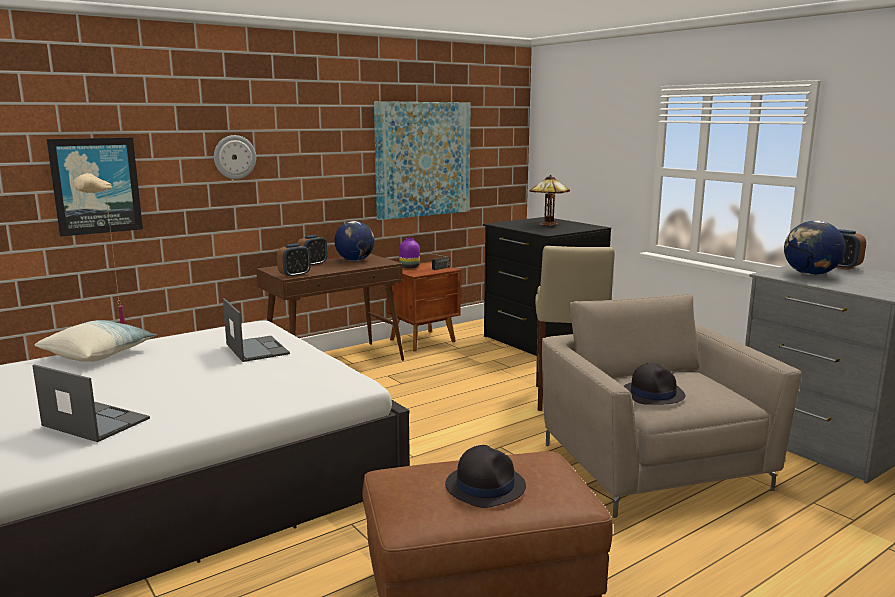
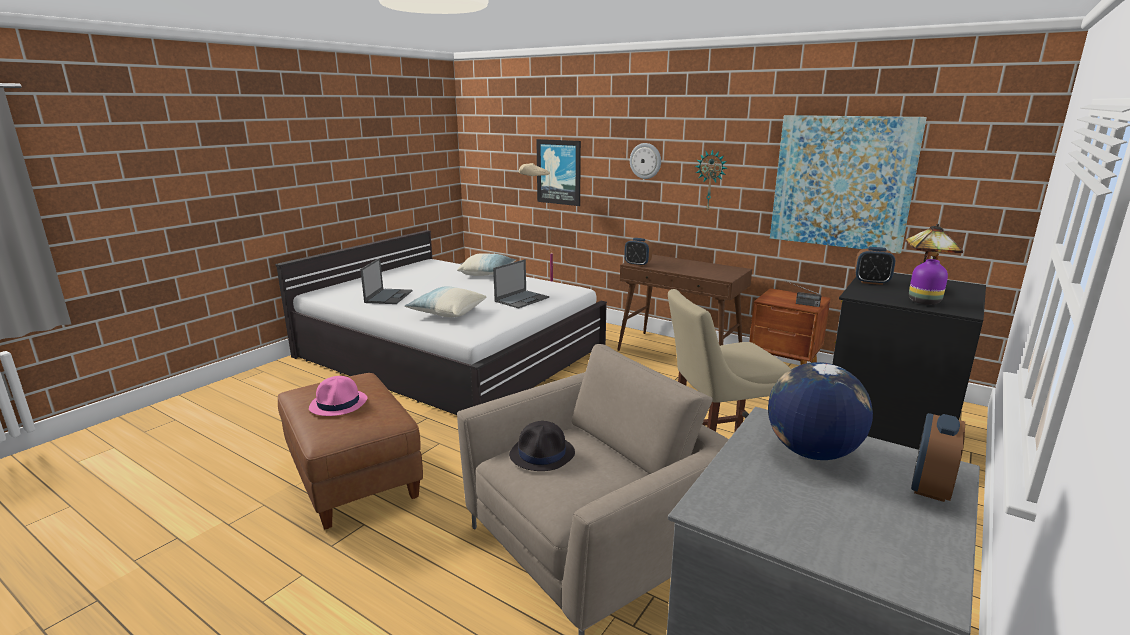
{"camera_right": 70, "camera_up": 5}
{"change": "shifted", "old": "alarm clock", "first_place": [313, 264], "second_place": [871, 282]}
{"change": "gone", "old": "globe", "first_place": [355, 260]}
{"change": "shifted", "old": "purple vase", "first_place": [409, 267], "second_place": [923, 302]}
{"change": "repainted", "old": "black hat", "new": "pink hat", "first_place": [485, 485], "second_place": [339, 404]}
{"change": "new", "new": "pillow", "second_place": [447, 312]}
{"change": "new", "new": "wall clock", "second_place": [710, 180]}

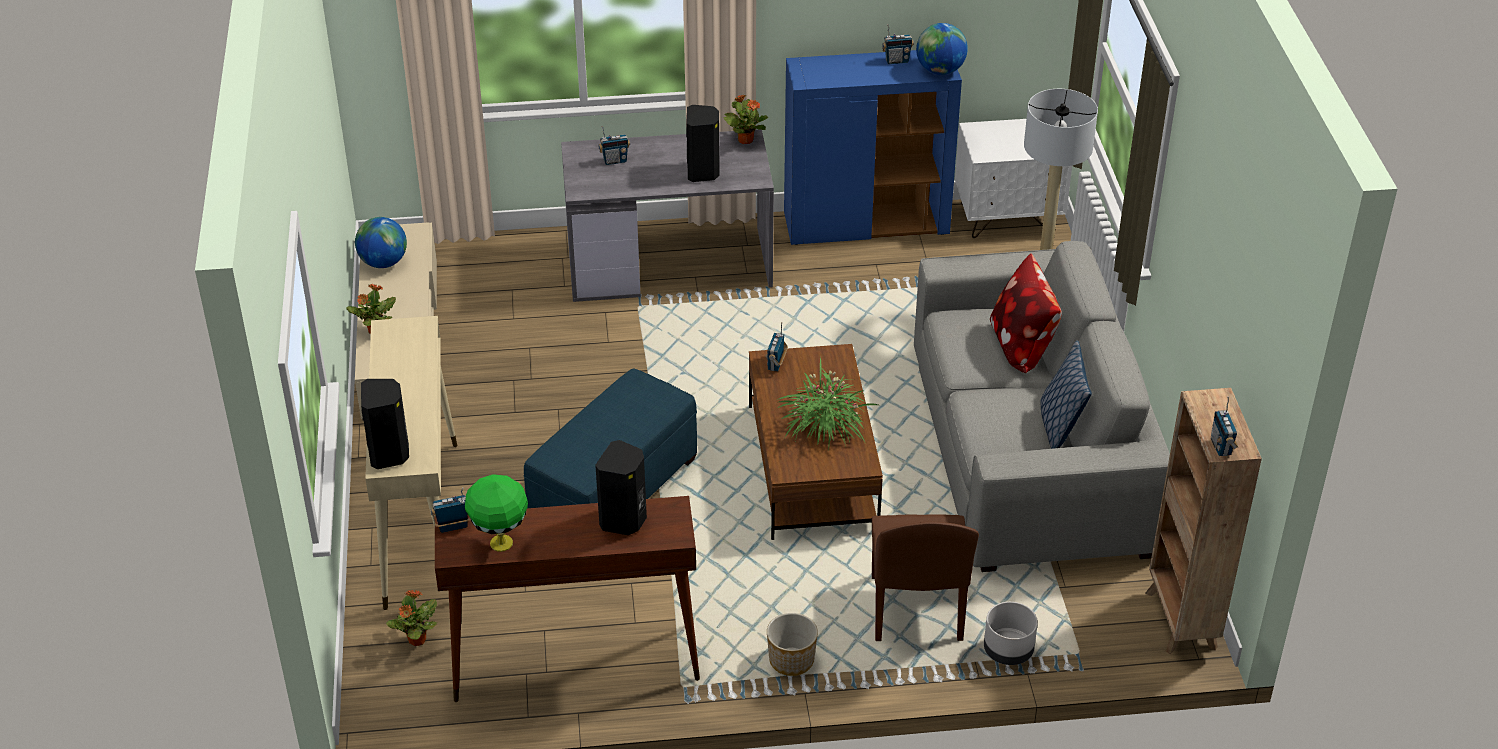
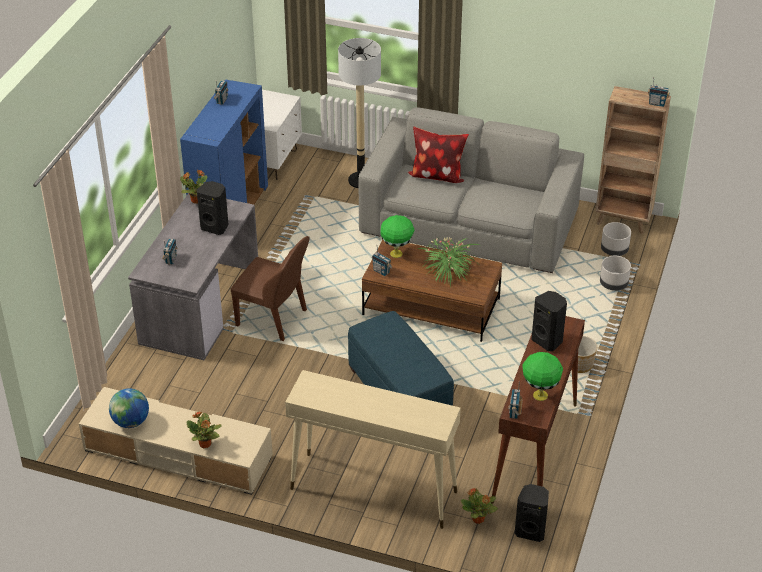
{"camera_right": -65, "camera_up": 0}
{"change": "shifted", "old": "black speaker", "first_place": [390, 454], "second_place": [531, 530]}
{"change": "shifted", "old": "brown chair", "first_place": [916, 611], "second_place": [273, 318]}
{"change": "gone", "old": "globe", "first_place": [940, 70]}
{"change": "gone", "old": "pillow", "first_place": [1060, 426]}
{"change": "new", "new": "green table lamp", "second_place": [397, 254]}
{"change": "new", "new": "grey planter", "second_place": [614, 250]}

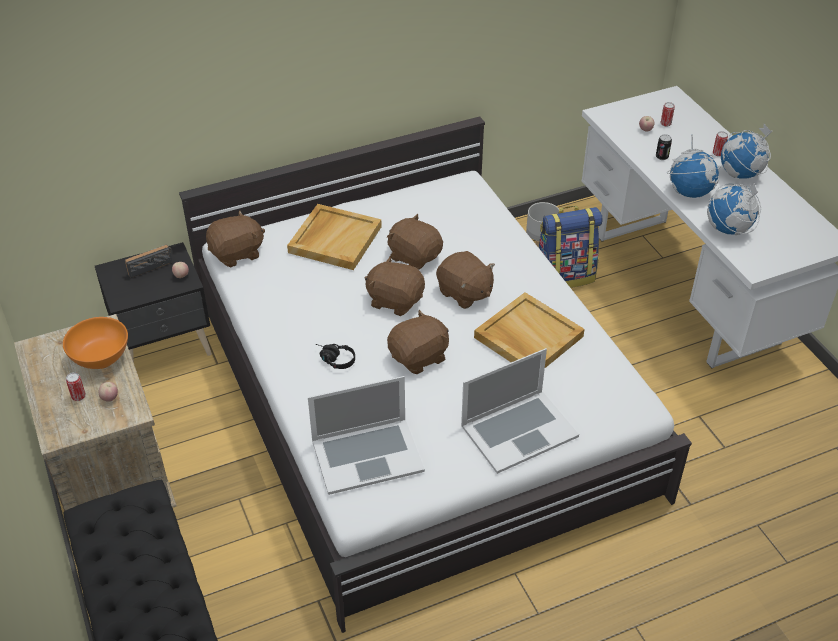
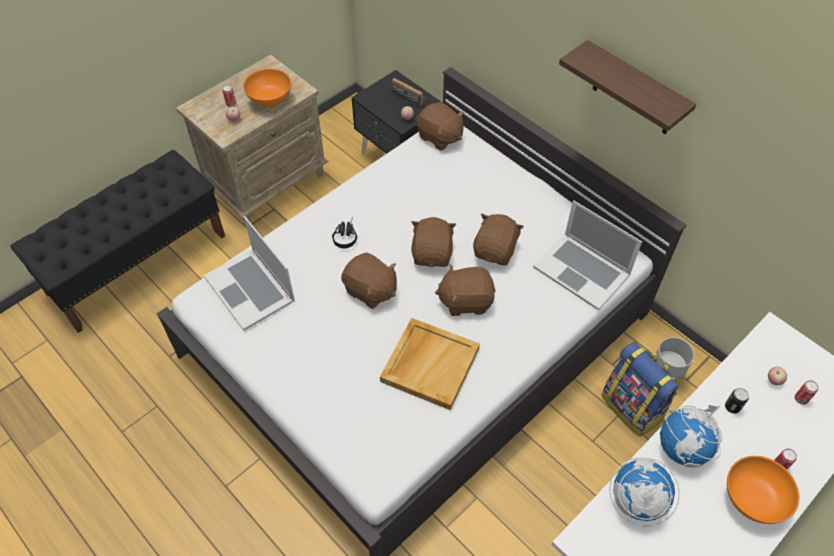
{"camera_right": 70, "camera_up": 10}
{"change": "gone", "old": "beige tray", "first_place": [335, 239]}
{"change": "rotated", "old": "brown plush toy", "first_place": [464, 293], "second_place": [465, 300], "degrees": 60}
{"change": "shifted", "old": "laptop", "first_place": [518, 430], "second_place": [582, 270]}
{"change": "swapped", "old": "globe", "new": "orange bowl", "first_place": [740, 174], "second_place": [752, 499]}
{"change": "new", "new": "shelf", "second_place": [634, 91]}

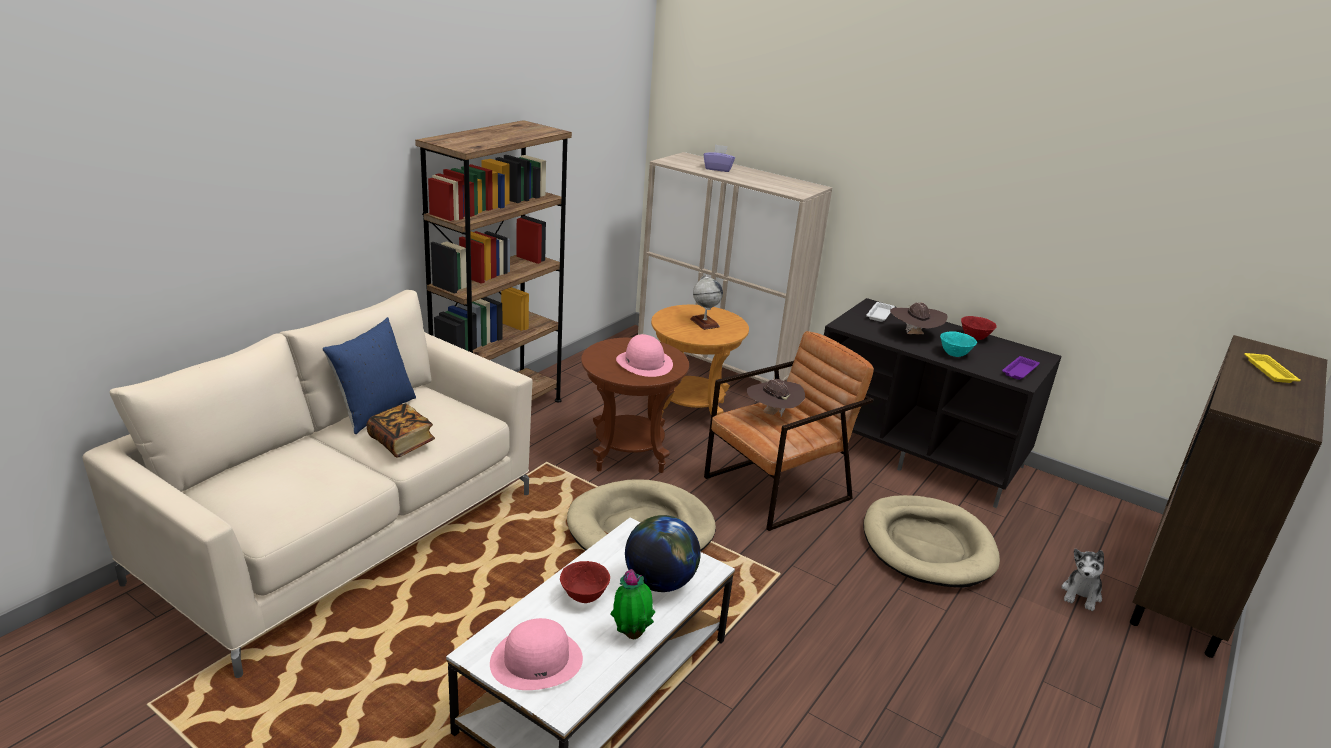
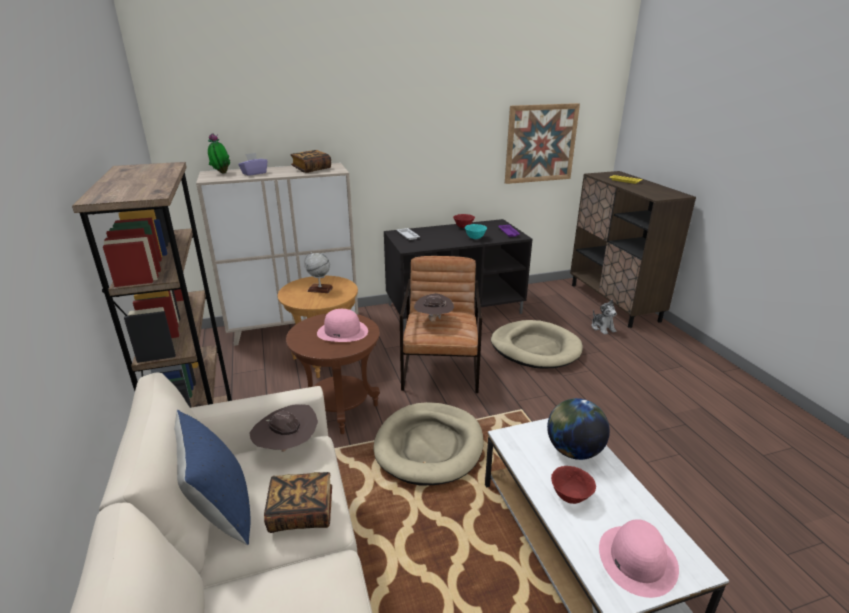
{"camera_right": -50, "camera_up": 0}
{"change": "shifted", "old": "potted plant", "first_place": [631, 633], "second_place": [221, 173]}
{"change": "shifted", "old": "brown hat", "first_place": [913, 336], "second_place": [287, 447]}
{"change": "new", "new": "book", "second_place": [311, 169]}
{"change": "new", "new": "picture", "second_place": [540, 143]}

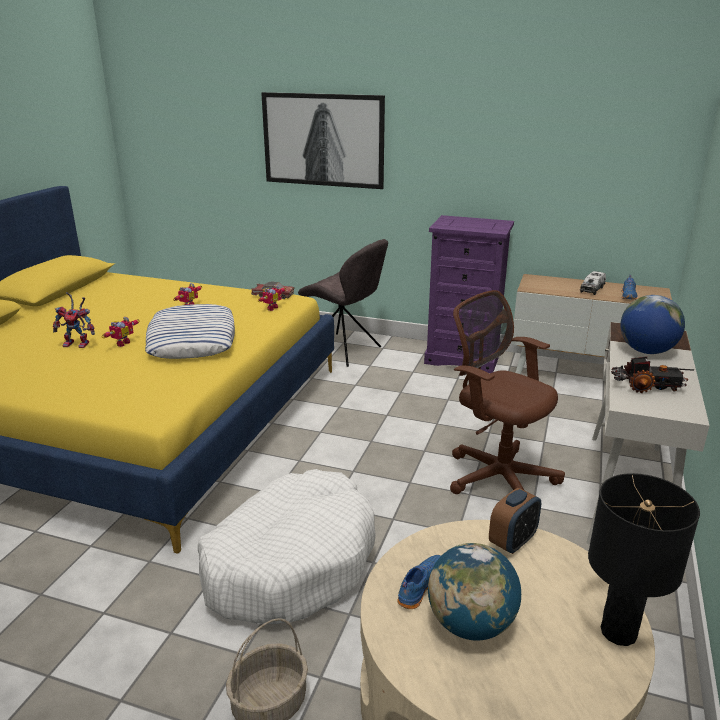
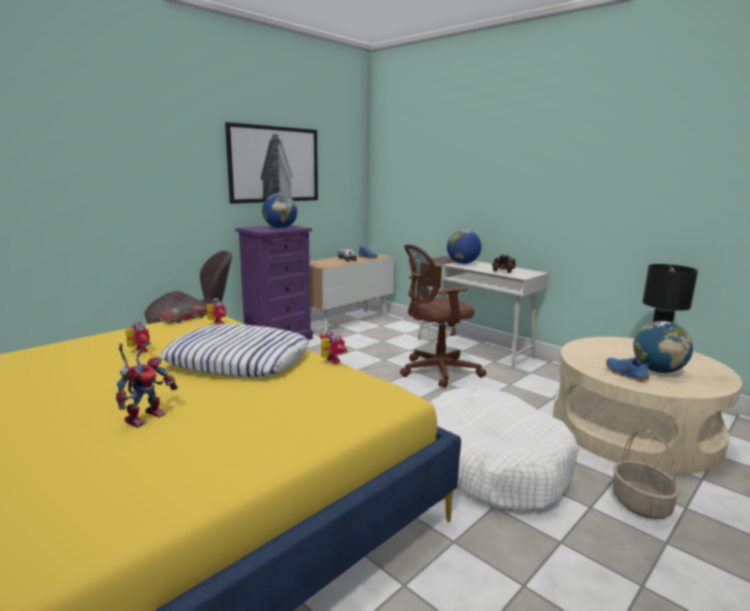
{"camera_right": -65, "camera_up": -10}
{"change": "shifted", "old": "toy robot", "first_place": [121, 343], "second_place": [330, 361]}
{"change": "shifted", "old": "picture", "first_place": [323, 140], "second_place": [274, 164]}
{"change": "gone", "old": "alarm clock", "first_place": [512, 542]}
{"change": "new", "new": "globe", "second_place": [280, 228]}

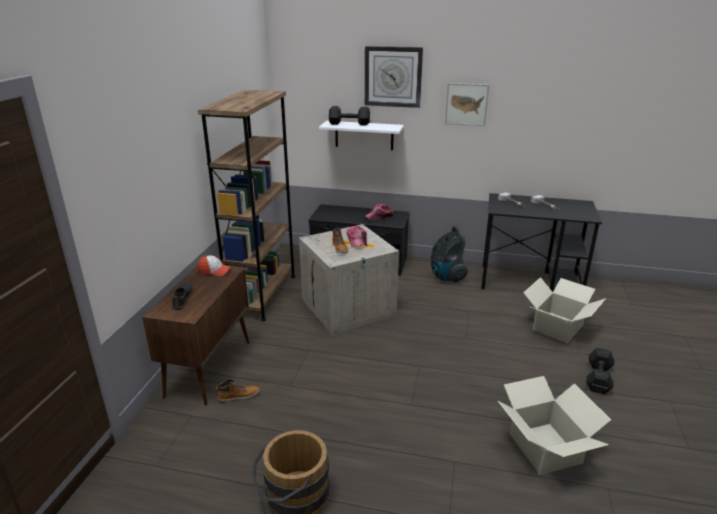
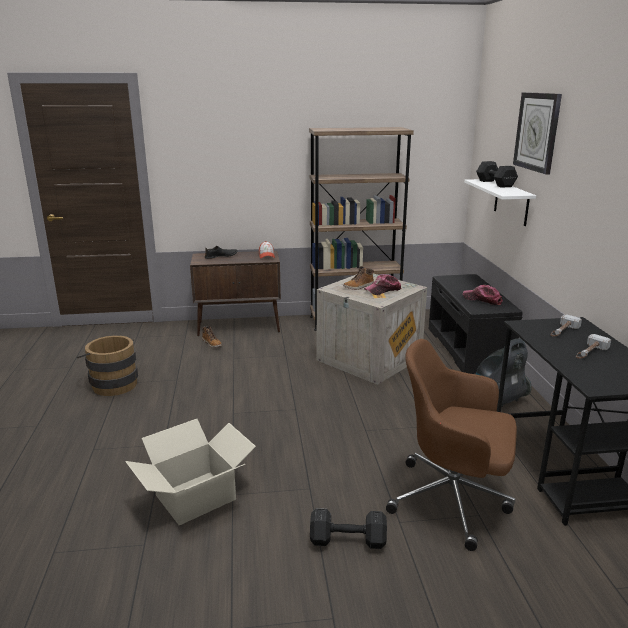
{"camera_right": 70, "camera_up": -5}
{"change": "gone", "old": "picture", "first_place": [466, 104]}
{"change": "swapped", "old": "cardboard box", "new": "brown office chair", "first_place": [557, 327], "second_place": [452, 500]}

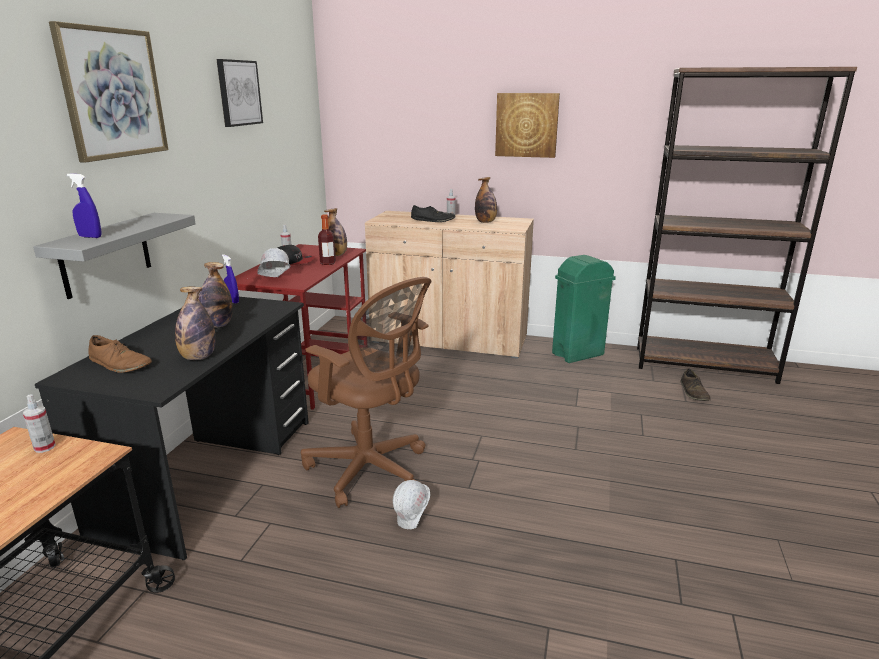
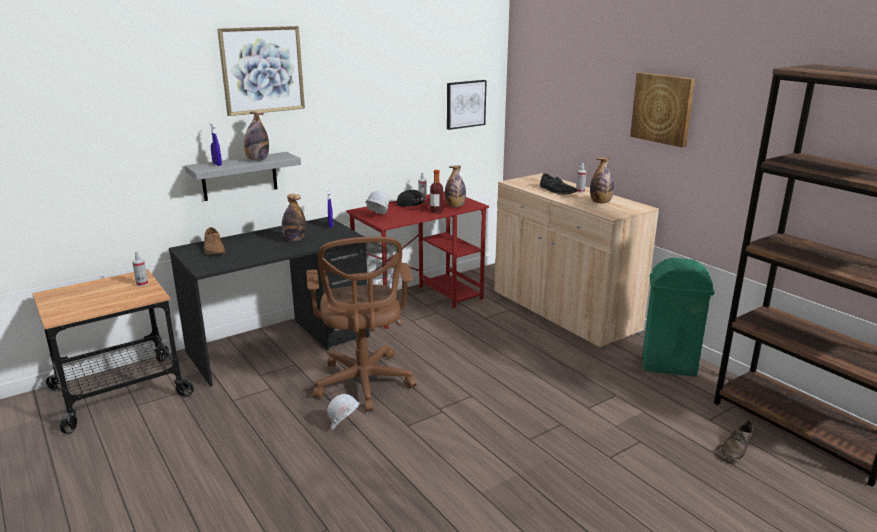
{"camera_right": 40, "camera_up": 0}
{"change": "shifted", "old": "bottle", "first_place": [198, 357], "second_place": [257, 160]}
{"change": "shifted", "old": "picture", "first_place": [238, 93], "second_place": [465, 104]}

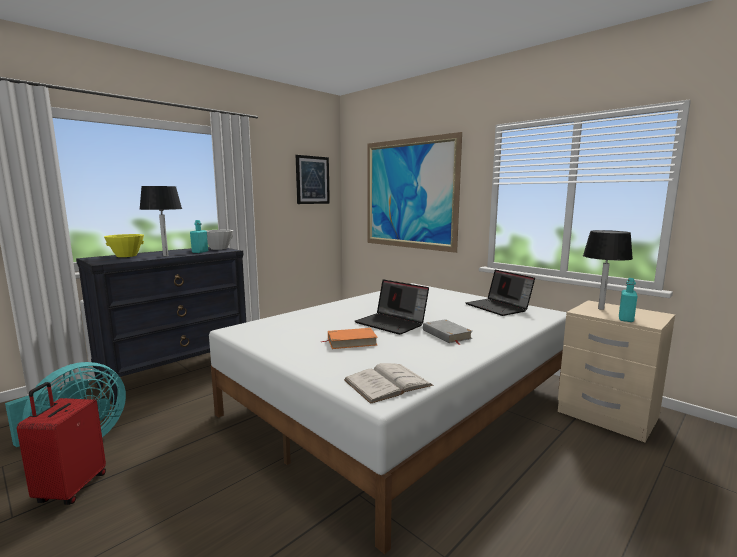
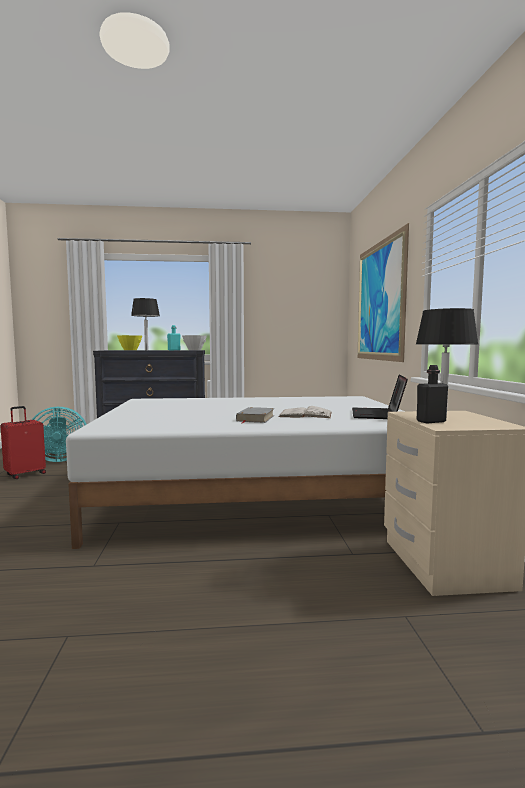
{"camera_right": 40, "camera_up": -5}
{"change": "gone", "old": "picture", "first_place": [312, 180]}
{"change": "gone", "old": "orange book", "first_place": [351, 341]}
{"change": "shifted", "old": "white book", "first_place": [387, 383], "second_place": [305, 414]}
{"change": "gone", "old": "laptop", "first_place": [392, 323]}
{"change": "repainted", "old": "turquoise bottle", "new": "black bottle", "first_place": [626, 319], "second_place": [431, 421]}

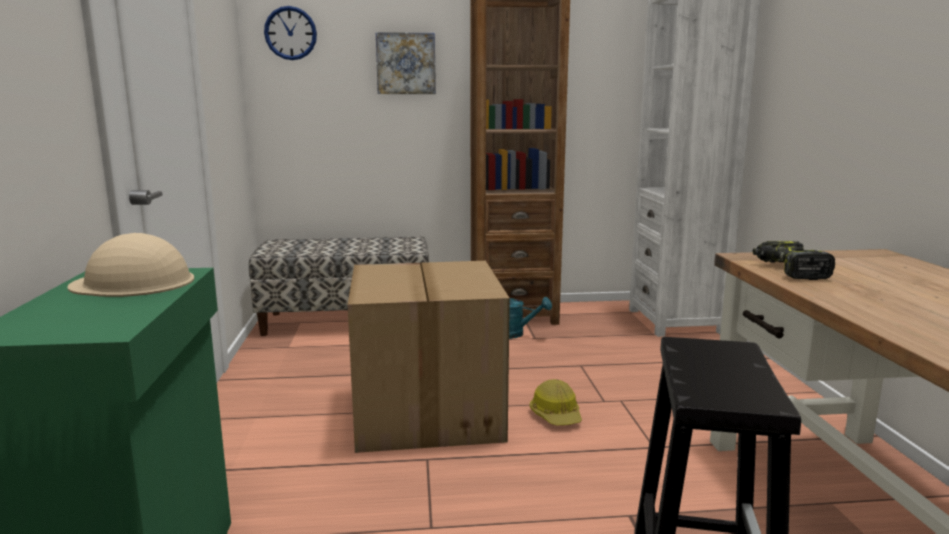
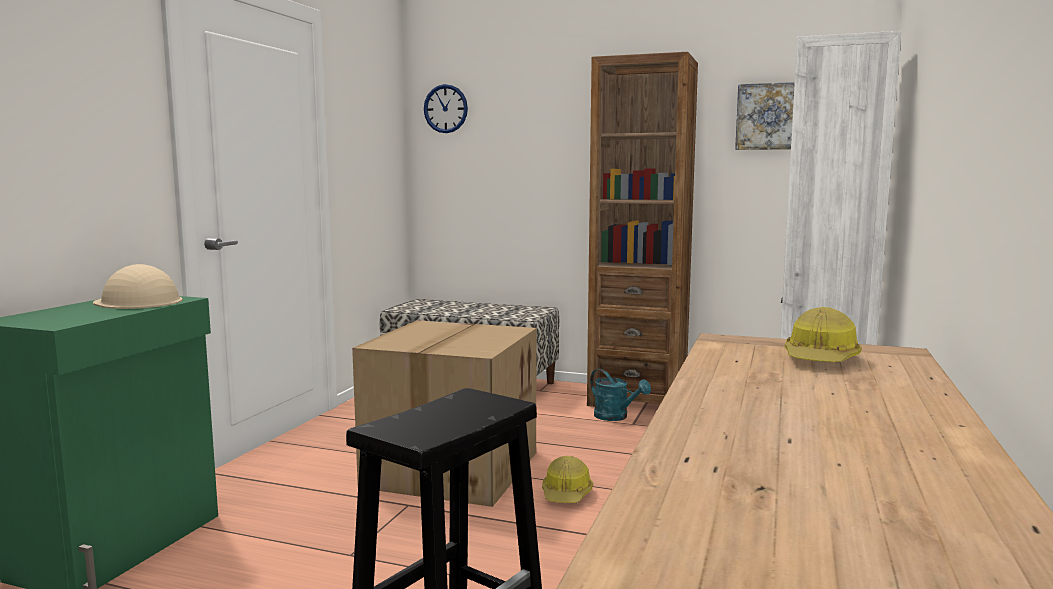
{"camera_right": 25, "camera_up": -5}
{"change": "shifted", "old": "picture", "first_place": [406, 63], "second_place": [770, 116]}
{"change": "gone", "old": "power drill", "first_place": [789, 270]}
{"change": "new", "new": "hard hat", "second_place": [821, 359]}

